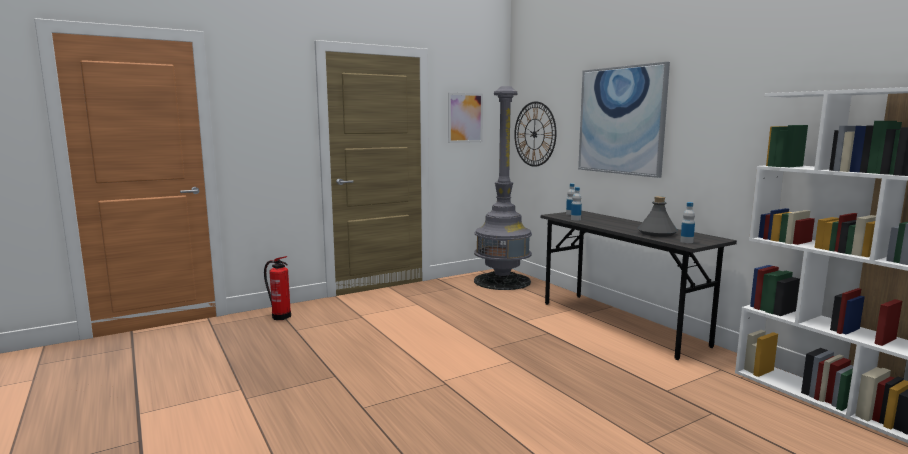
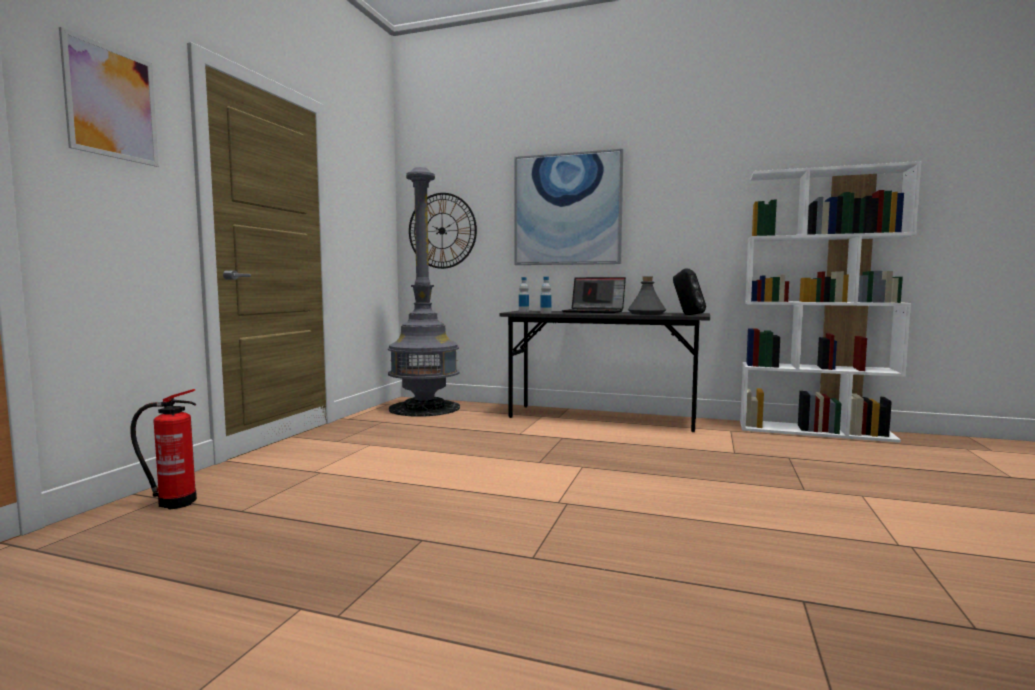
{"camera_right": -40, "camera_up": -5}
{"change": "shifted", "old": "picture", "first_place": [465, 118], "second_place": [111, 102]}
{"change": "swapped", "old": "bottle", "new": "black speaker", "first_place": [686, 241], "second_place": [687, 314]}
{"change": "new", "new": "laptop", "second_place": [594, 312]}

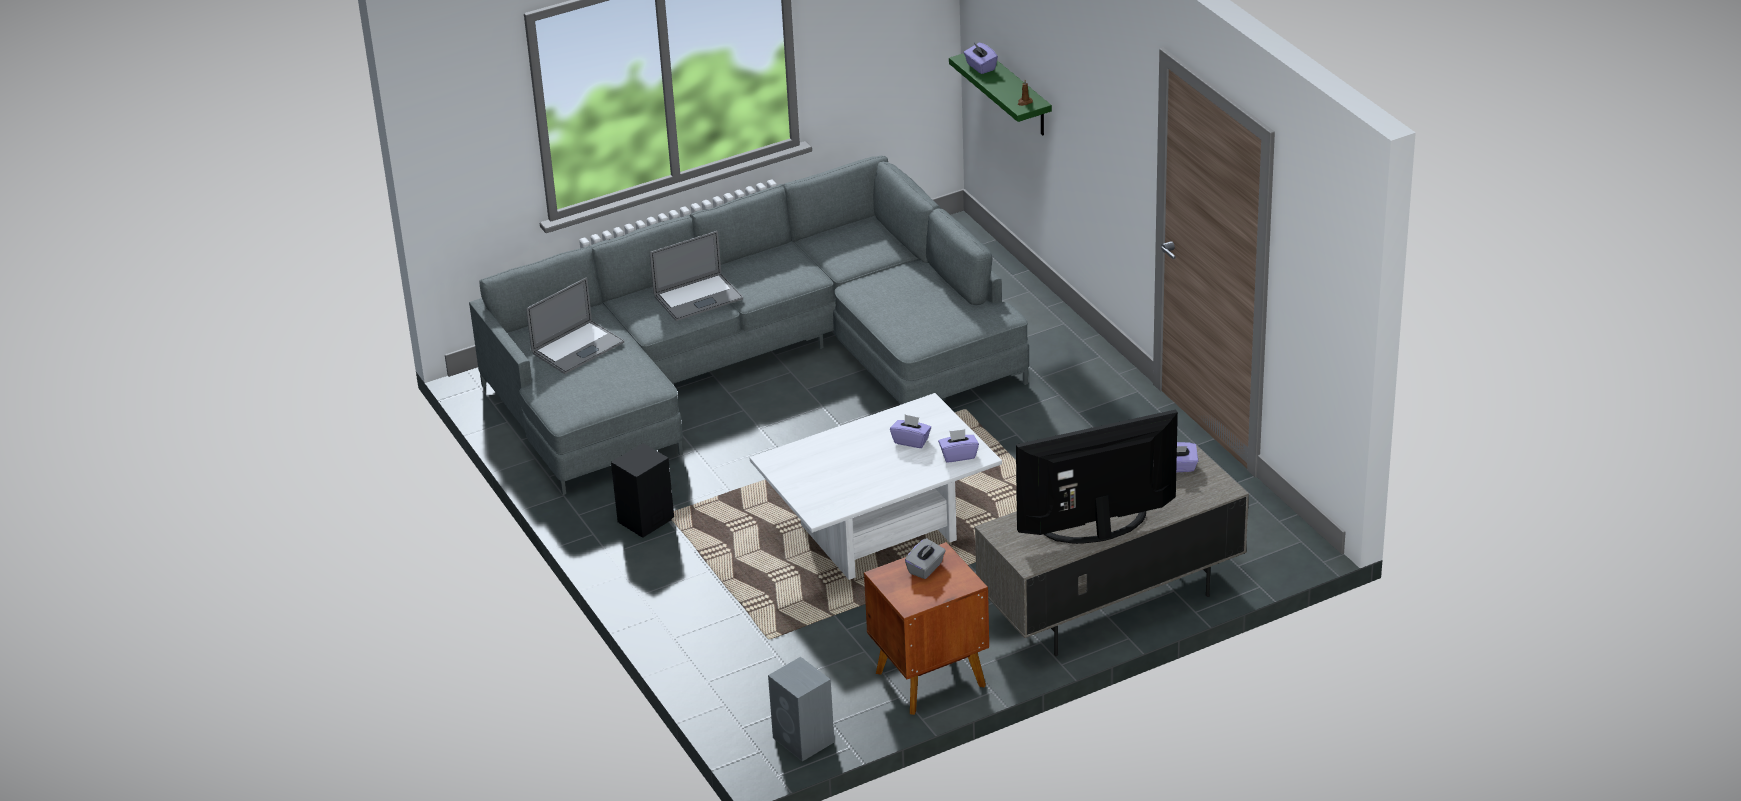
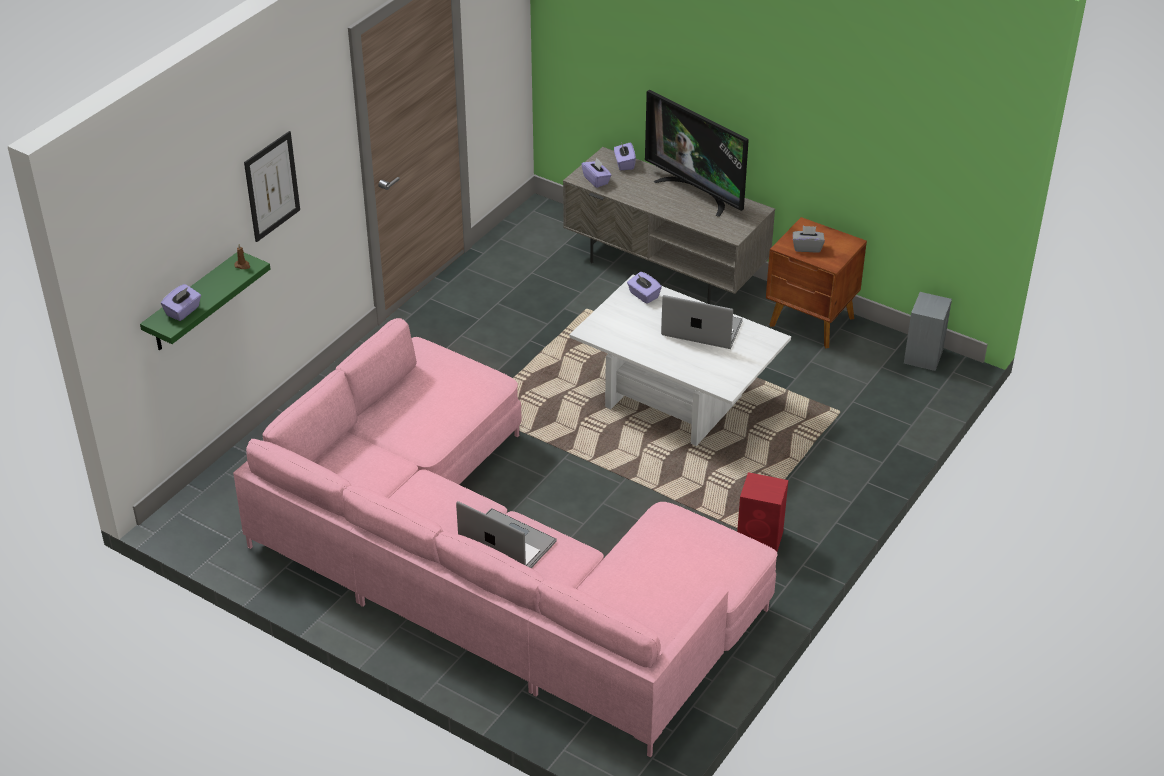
{"camera_right": -120, "camera_up": 5}
{"change": "repainted", "old": "grey sofa", "new": "pink sofa", "first_place": [752, 365], "second_place": [491, 567]}
{"change": "shifted", "old": "laptop", "first_place": [577, 348], "second_place": [701, 328]}
{"change": "repainted", "old": "black speaker", "new": "red speaker", "first_place": [644, 520], "second_place": [761, 540]}
{"change": "shifted", "old": "purple tissue box", "first_place": [911, 441], "second_place": [624, 164]}
{"change": "new", "new": "picture", "second_place": [272, 186]}

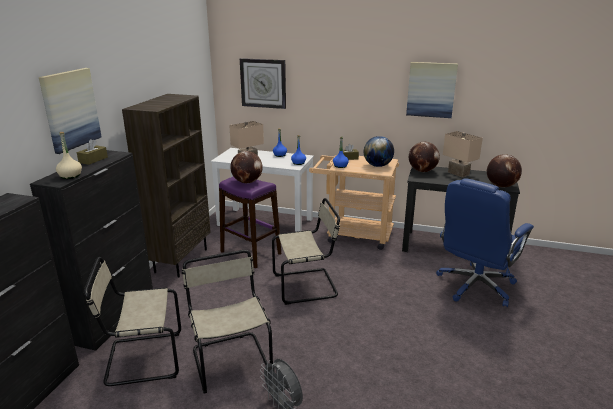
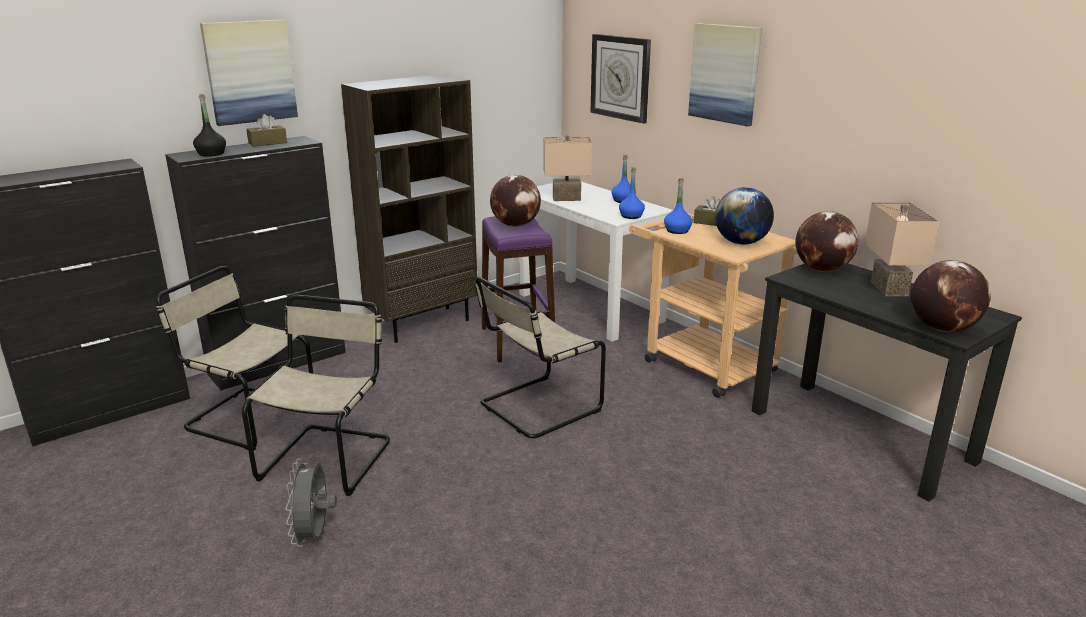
{"camera_right": 35, "camera_up": 0}
{"change": "repainted", "old": "beige bottle", "new": "black bottle", "first_place": [70, 176], "second_place": [211, 154]}
{"change": "rotated", "old": "beige chair", "first_place": [307, 286], "second_place": [536, 408], "degrees": 120}
{"change": "shifted", "old": "picture", "first_place": [431, 89], "second_place": [725, 73]}
{"change": "gone", "old": "blue office chair", "first_place": [475, 286]}

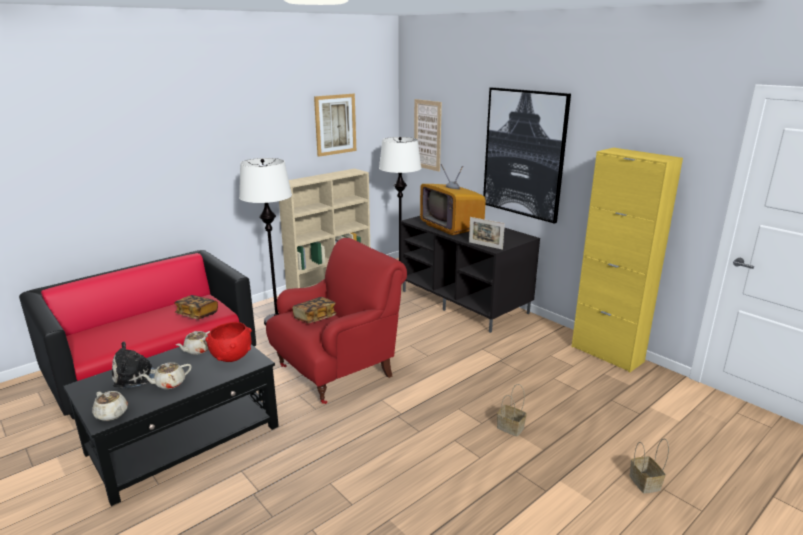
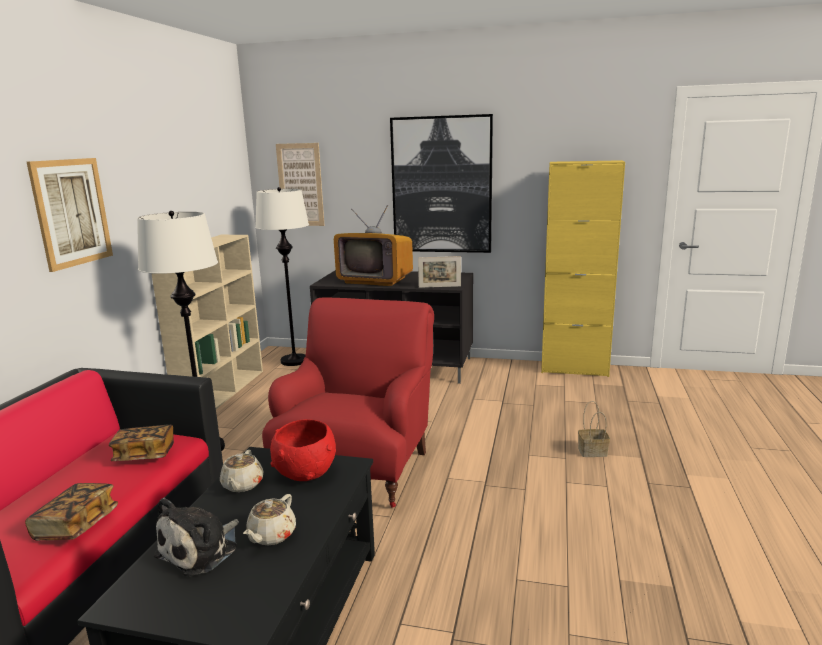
{"camera_right": -35, "camera_up": -5}
{"change": "gone", "old": "beige teapot", "first_place": [112, 414]}
{"change": "shifted", "old": "book", "first_place": [315, 318], "second_place": [76, 525]}
{"change": "shifted", "old": "picture", "first_place": [335, 124], "second_place": [72, 212]}
{"change": "gone", "old": "basket", "first_place": [645, 483]}

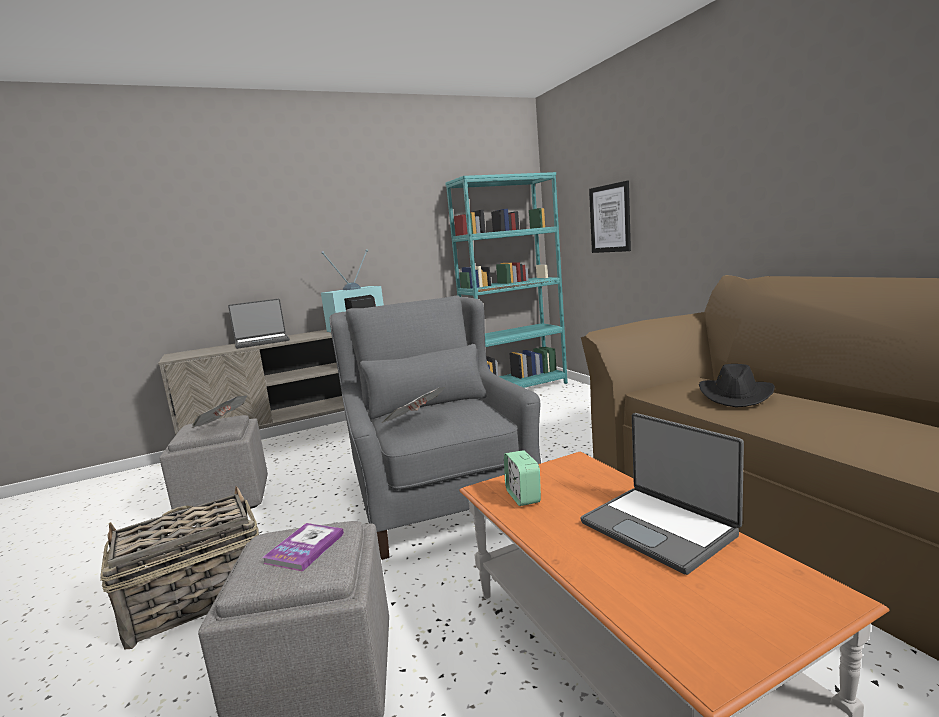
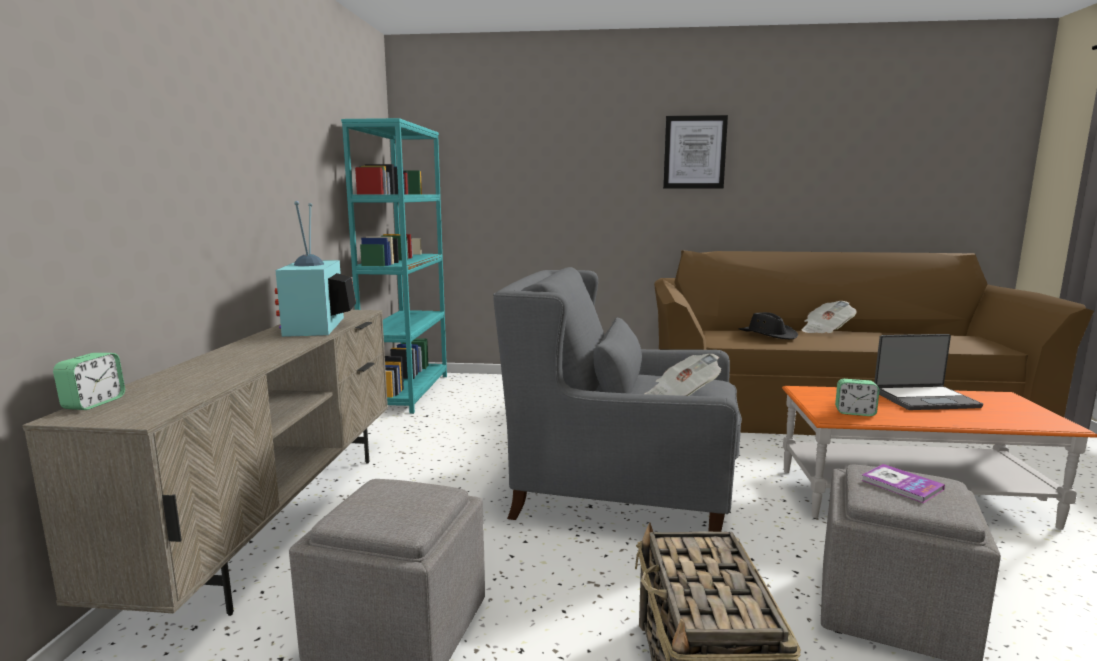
{"camera_right": -60, "camera_up": 0}
{"change": "shifted", "old": "newspaper", "first_place": [222, 426], "second_place": [825, 330]}
{"change": "gone", "old": "laptop", "first_place": [262, 342]}
{"change": "shifted", "old": "picture", "first_place": [610, 218], "second_place": [694, 152]}
{"change": "new", "new": "alarm clock", "second_place": [94, 403]}

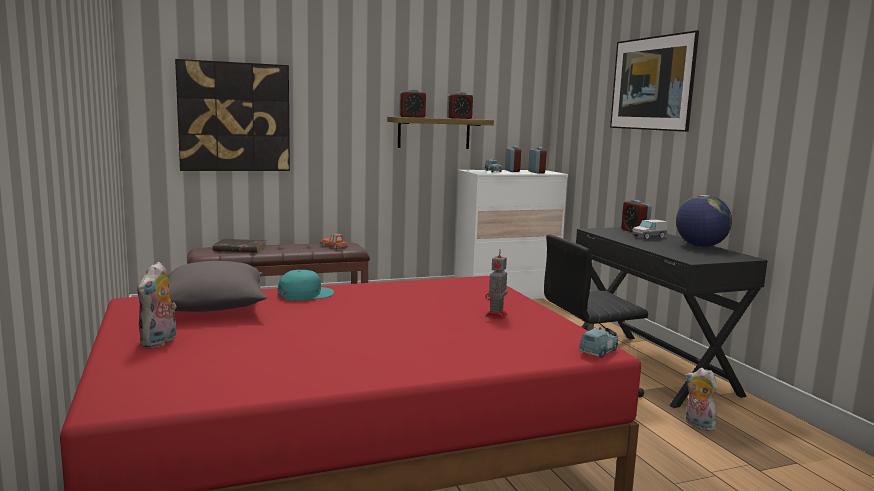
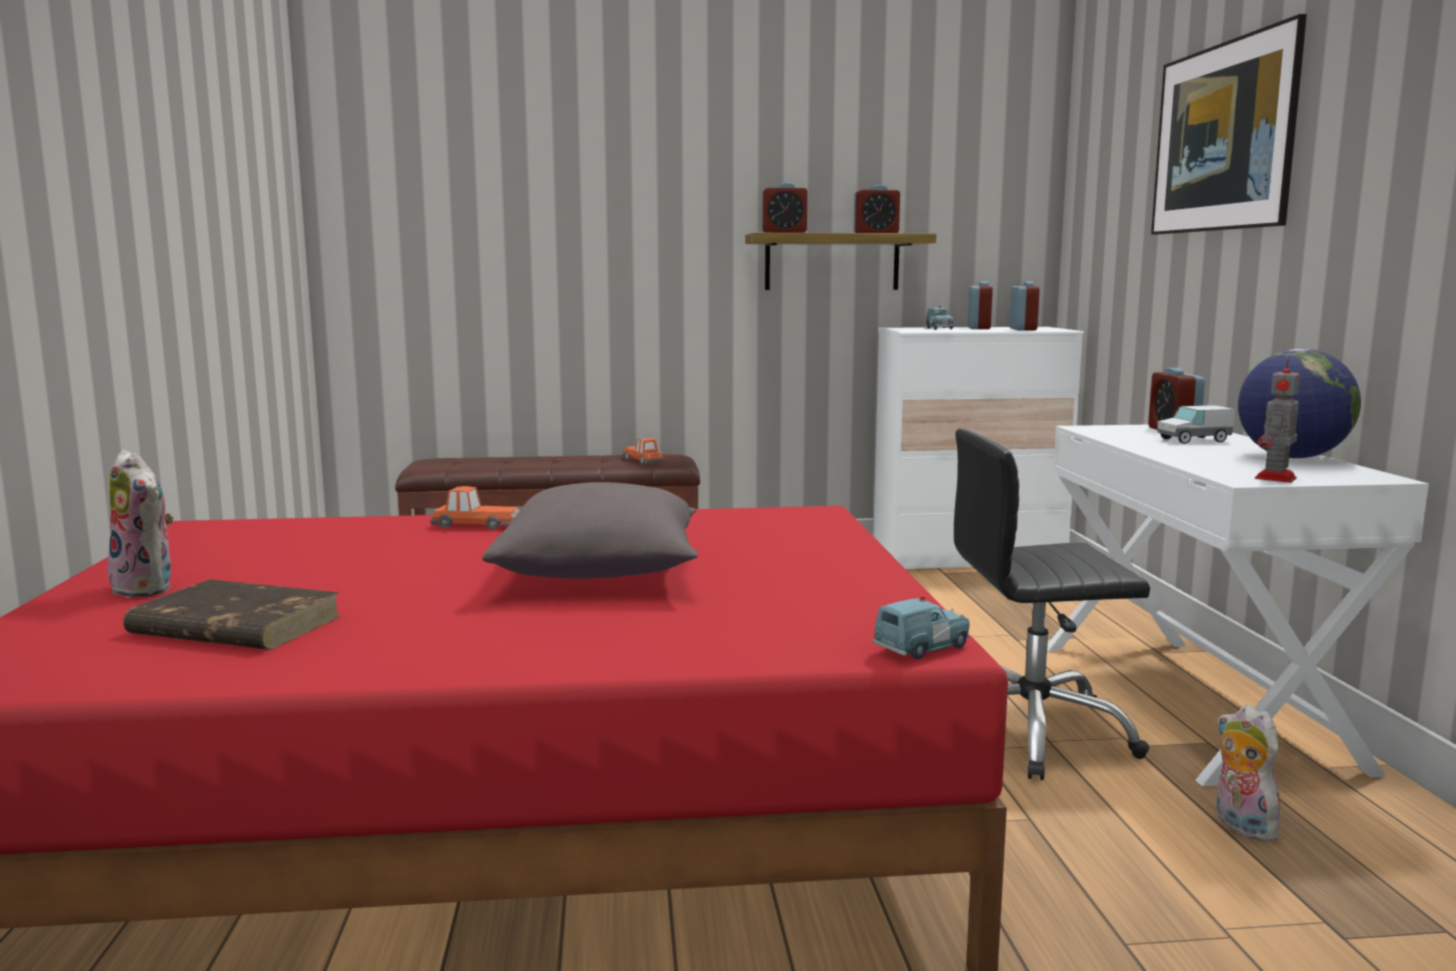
{"camera_right": 15, "camera_up": 0}
{"change": "rotated", "old": "plush toy", "first_place": [159, 342], "second_place": [148, 588], "degrees": -75}
{"change": "shifted", "old": "grey pillow", "first_place": [214, 308], "second_place": [601, 573]}
{"change": "gone", "old": "picture", "first_place": [234, 117]}
{"change": "shifted", "old": "brown book", "first_place": [239, 249], "second_place": [234, 626]}
{"change": "swapped", "old": "turquoise cap", "new": "toy car", "first_place": [305, 294], "second_place": [475, 525]}
{"change": "shifted", "old": "toy robot", "first_place": [496, 316], "second_place": [1275, 478]}
{"change": "repainted", "old": "black desk", "new": "white desk", "first_place": [651, 367], "second_place": [1192, 703]}

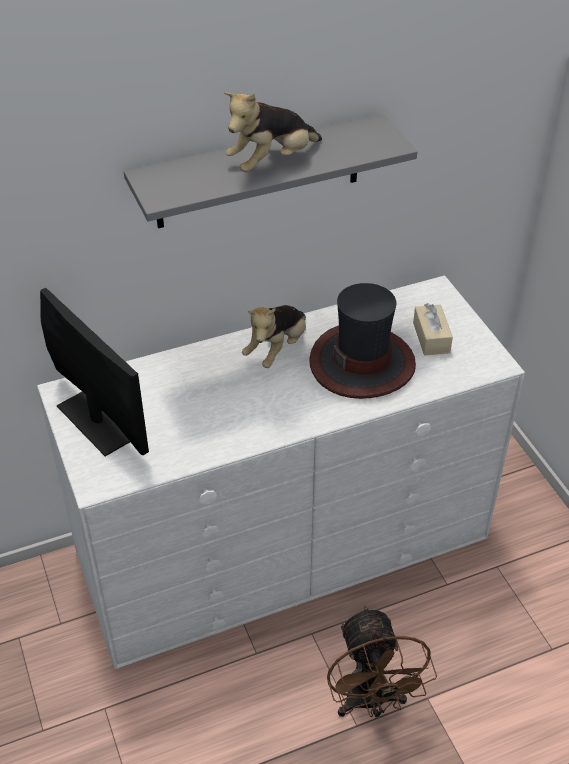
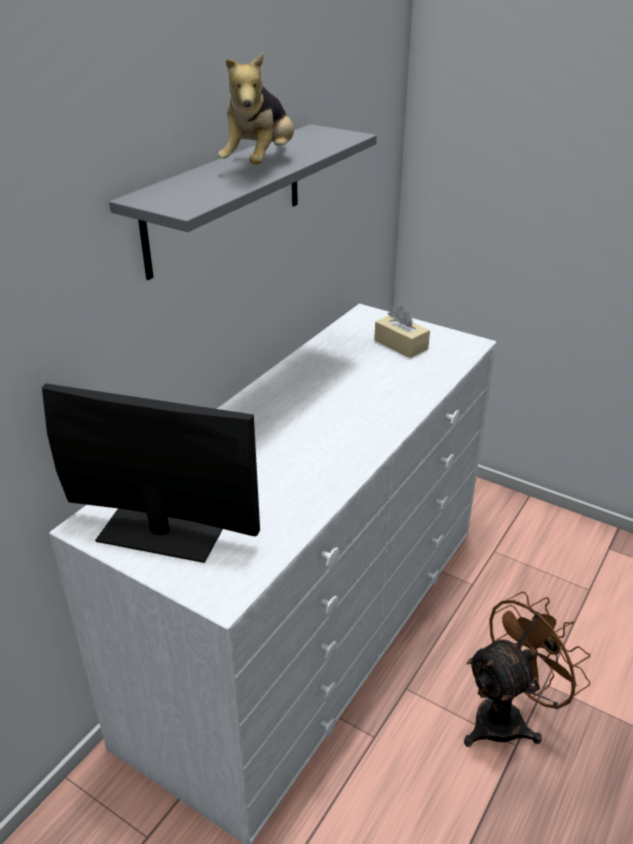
{"camera_right": -35, "camera_up": -10}
{"change": "gone", "old": "plush toy", "first_place": [277, 349]}
{"change": "gone", "old": "hat", "first_place": [362, 363]}
{"change": "rotated", "old": "brown fan", "first_place": [370, 702], "second_place": [508, 717], "degrees": -75}

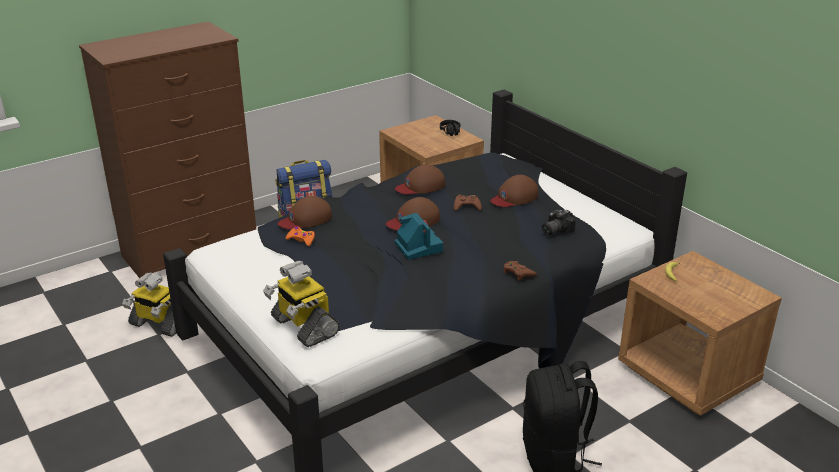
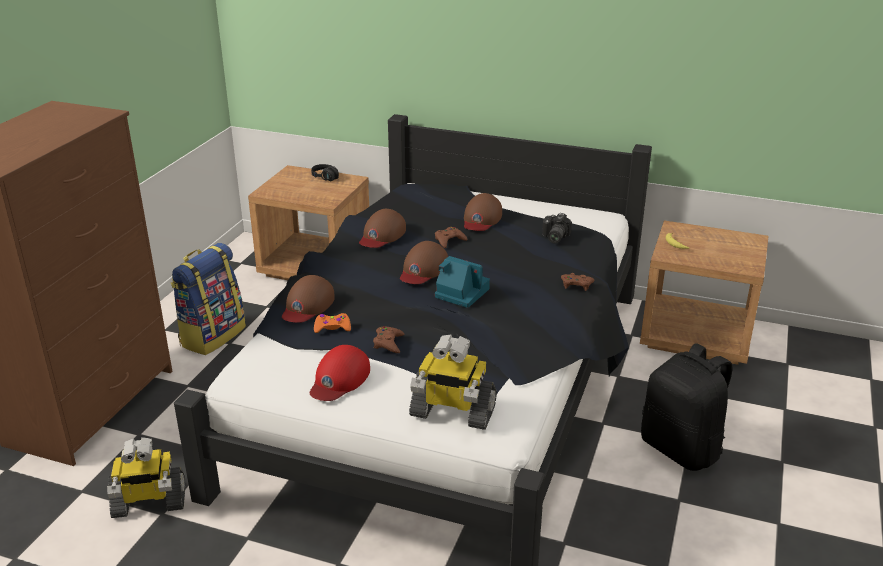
{"camera_right": -35, "camera_up": 0}
{"change": "new", "new": "red cap", "second_place": [339, 379]}
{"change": "new", "new": "brown game controller", "second_place": [388, 343]}

